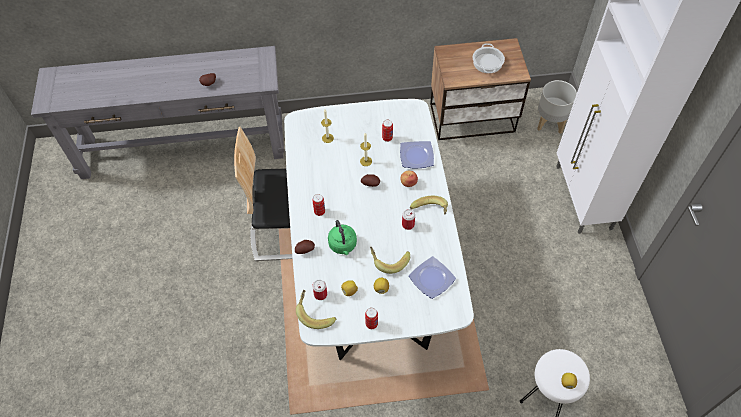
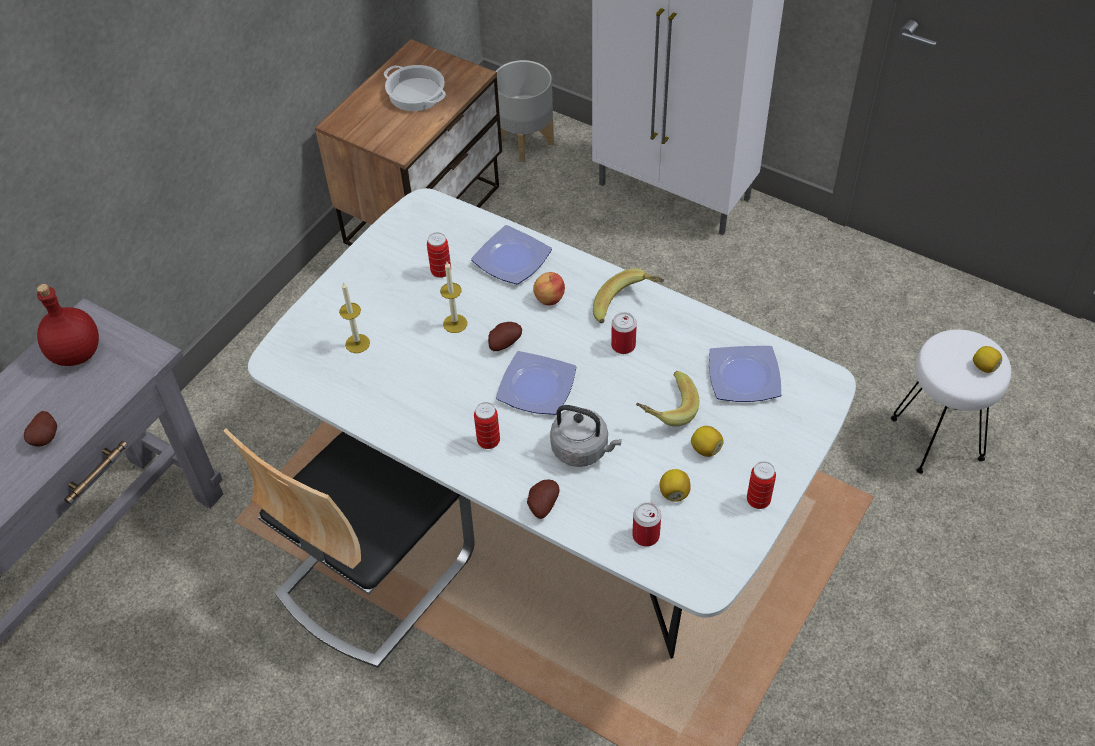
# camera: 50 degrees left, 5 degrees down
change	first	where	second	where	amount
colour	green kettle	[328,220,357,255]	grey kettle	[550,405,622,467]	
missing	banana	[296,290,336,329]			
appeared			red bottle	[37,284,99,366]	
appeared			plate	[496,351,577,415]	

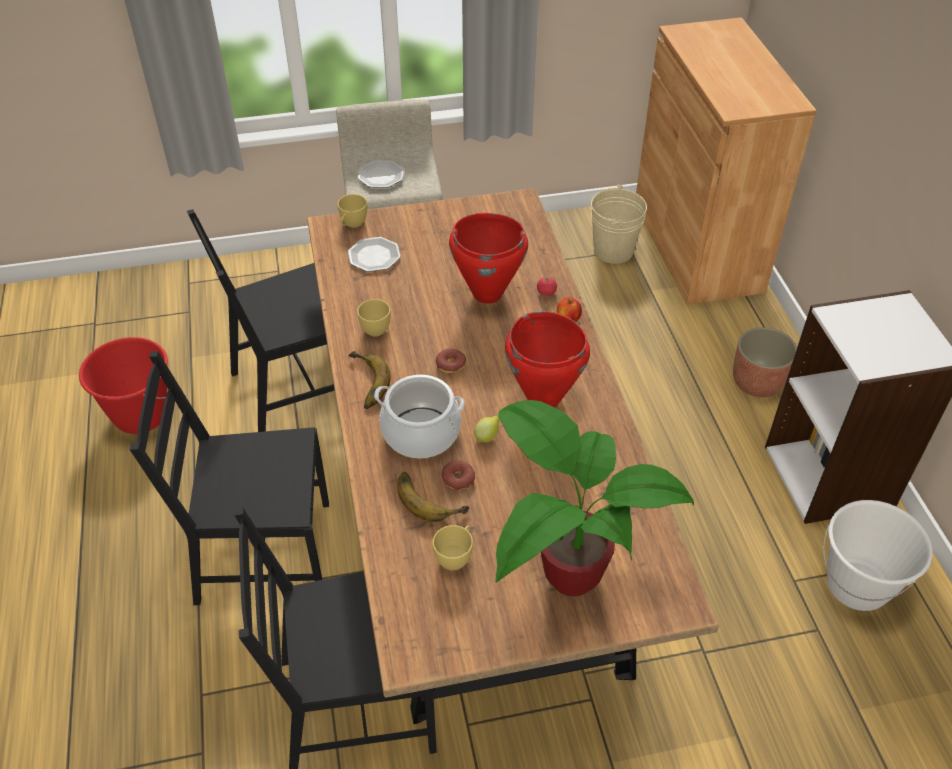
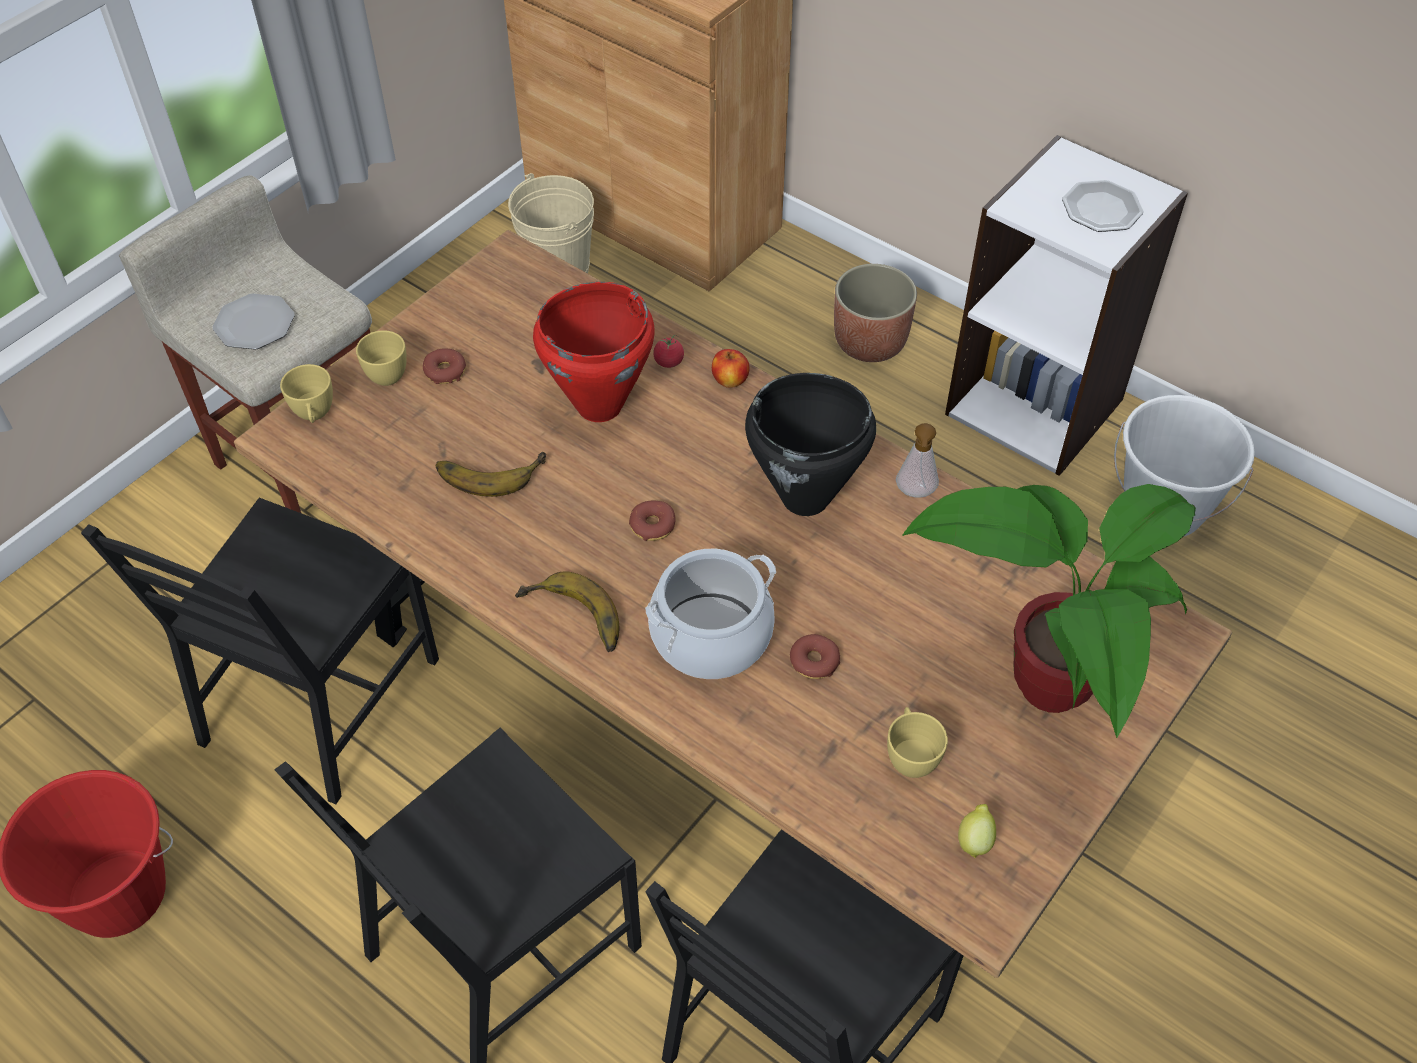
# camera: 40 degrees left, 5 degrees up
change	first	where	second	where	amount
relocated	plate	[348,237,401,272]		[1062,180,1143,232]	
relocated	yellow cup	[357,299,390,337]		[356,330,407,386]	
colour	red cooking pot	[505,311,590,407]	black cooking pot	[745,373,876,516]	
relocated	lemon	[474,416,500,442]		[958,804,996,858]	
relocated	banana	[397,472,470,522]		[435,451,546,497]	
appeared			donut	[423,348,466,384]	
appeared			soap dispenser	[896,423,939,498]	

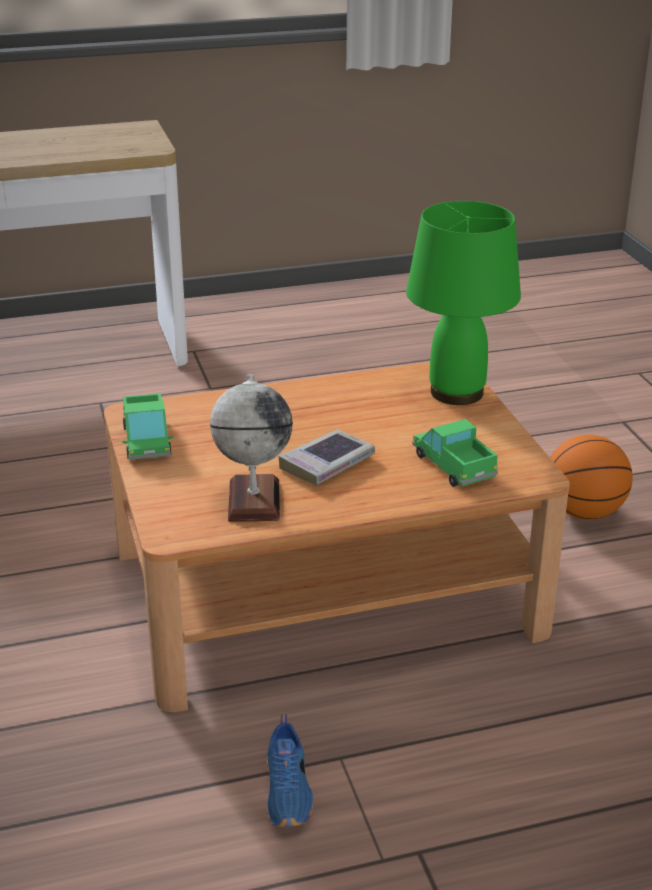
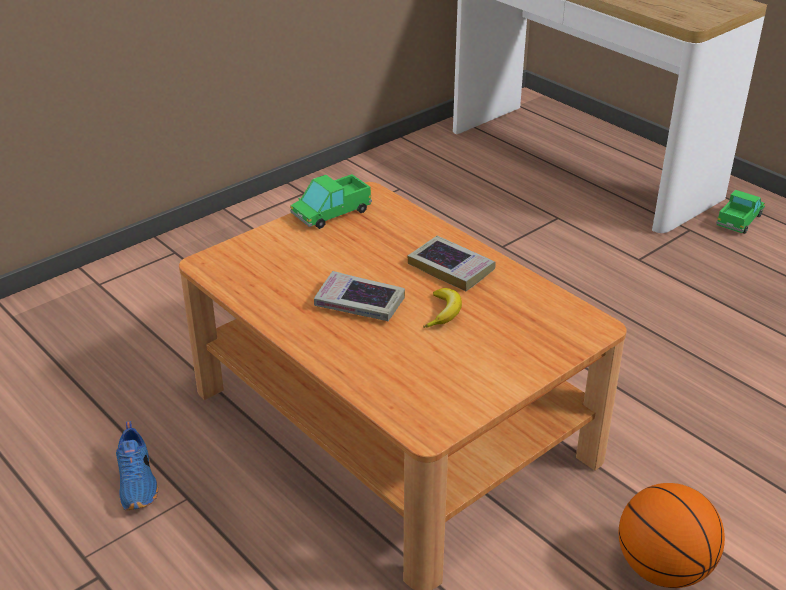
# camera: 65 degrees right, 5 degrees up
change	first	where	second	where	amount
missing	green table lamp	[406,201,521,405]			
missing	globe	[210,375,293,522]			
relocated	toy truck	[412,419,498,487]		[716,190,765,234]	
spun	blue shoe	[266,714,314,827]		[116,421,158,510]	75 degrees counterclockwise
appeared			book	[407,236,496,291]	
appeared			banana	[423,288,462,328]	

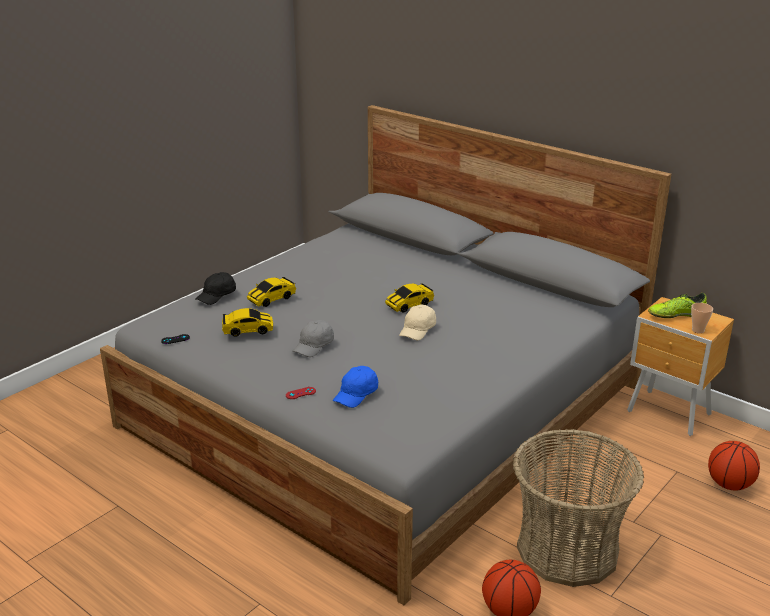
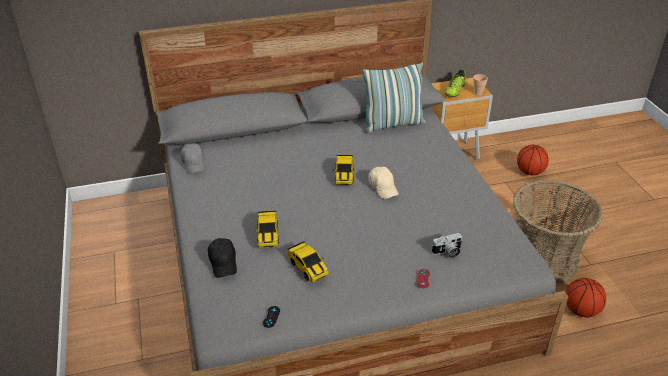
# camera: 55 degrees left, 10 degrees up
change	first	where	second	where	amount
spun	toy car	[222,308,273,337]		[287,241,329,282]	120 degrees clockwise
relocated	grey cap	[292,320,334,357]		[181,144,206,174]	
exchanged	blue cap	[333,366,378,408]	photo camera	[432,233,462,258]	
appeared			pillow	[362,62,425,133]	

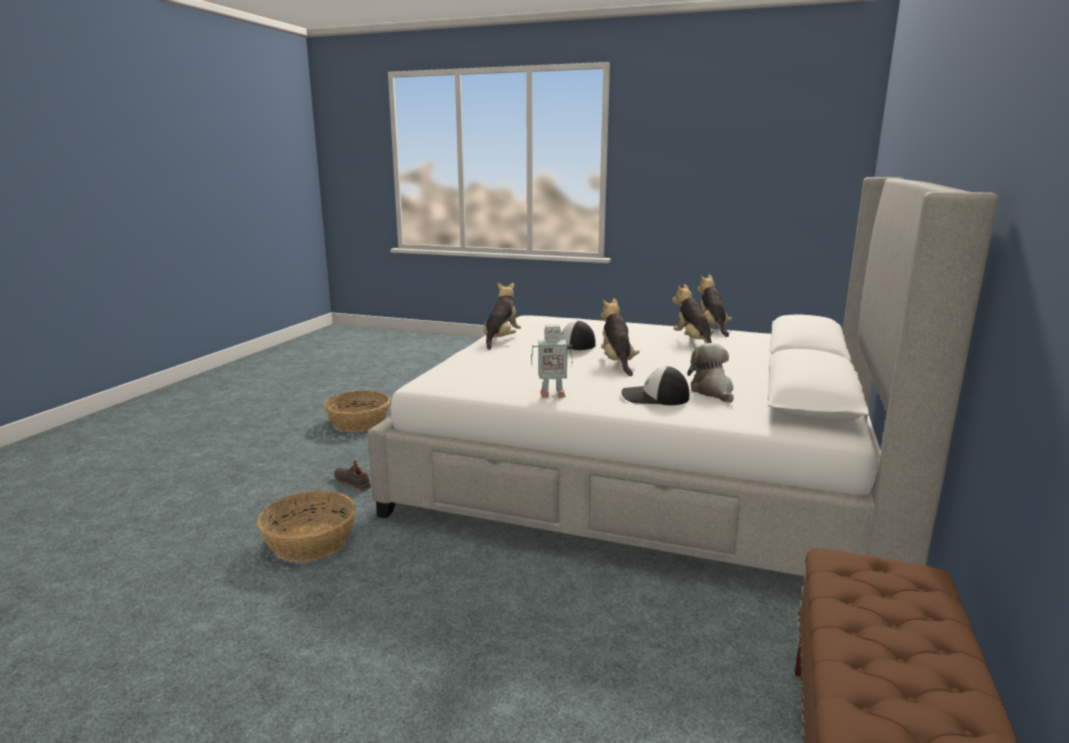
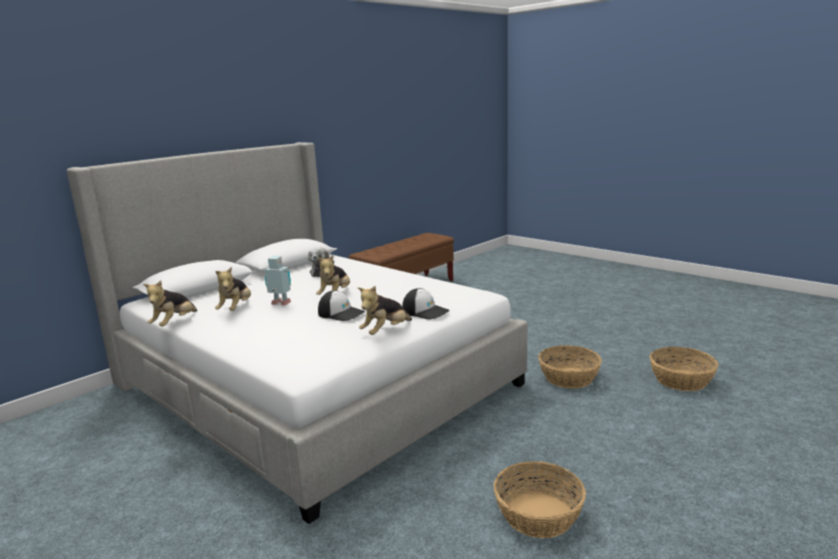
# camera: 155 degrees left, 0 degrees up
change	first	where	second	where	amount
relocated	toy robot	[531,324,573,398]		[265,256,291,305]	
relocated	cap	[621,367,689,405]		[402,288,450,320]	
missing	black shoe	[334,460,371,490]			
appeared			basket	[650,347,718,391]	

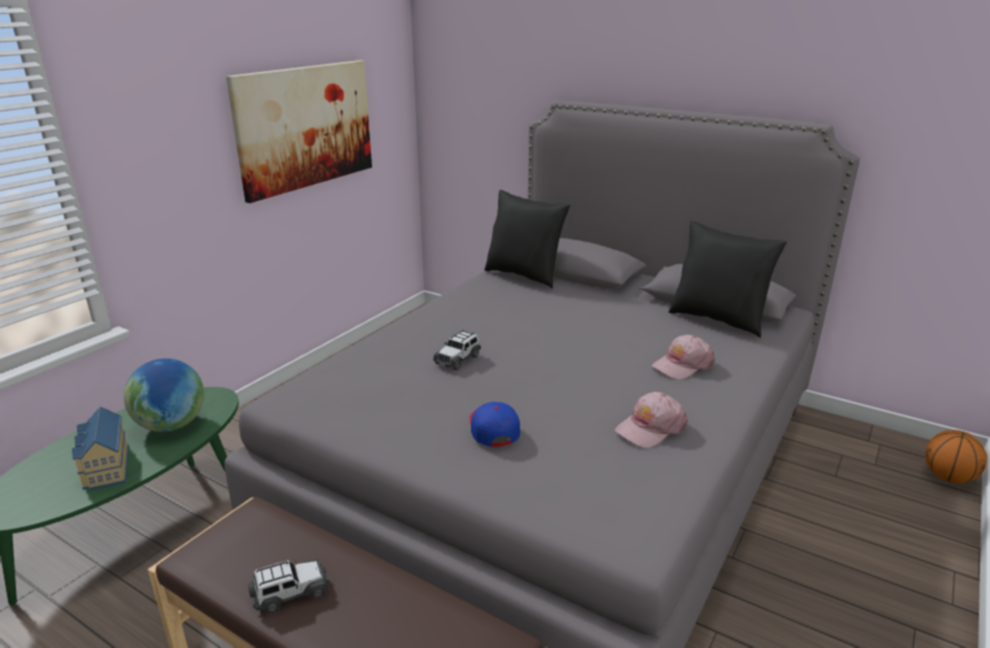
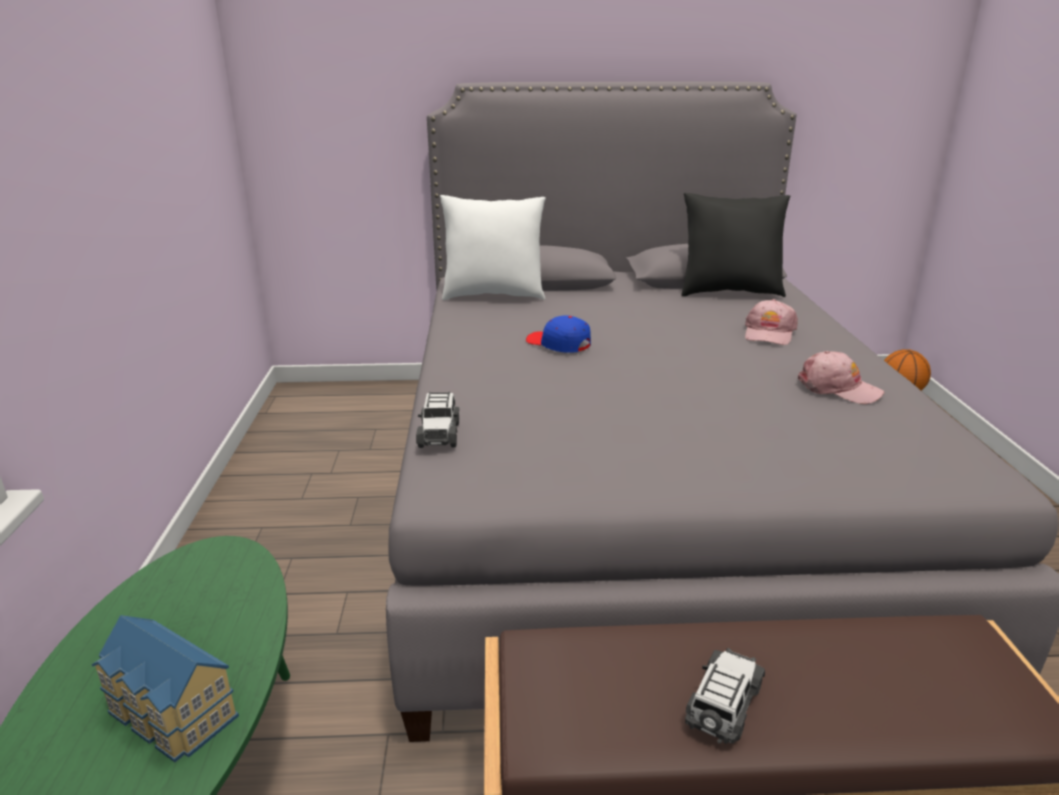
# camera: 35 degrees left, 0 degrees up
change	first	where	second	where	amount
missing	picture	[226,60,372,203]			
colour	black pillow	[484,190,571,288]	white pillow	[440,195,546,300]	
relocated	toy car	[433,330,481,371]		[416,392,459,448]	
missing	globe	[124,358,204,432]			
spun	pink cap	[615,392,688,448]		[798,351,884,404]	75 degrees counterclockwise
relocated	blue cap	[469,402,520,447]		[526,315,591,353]	

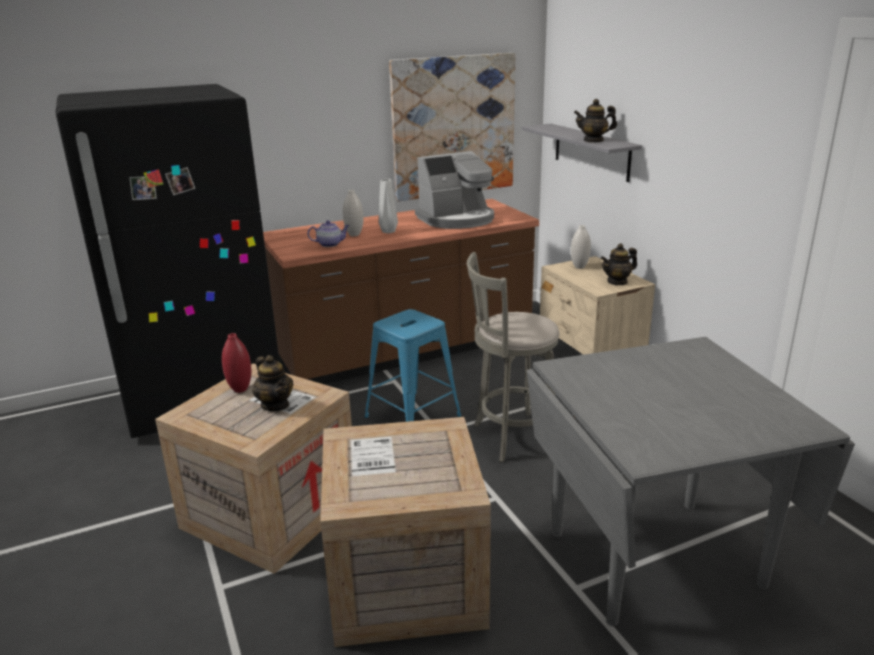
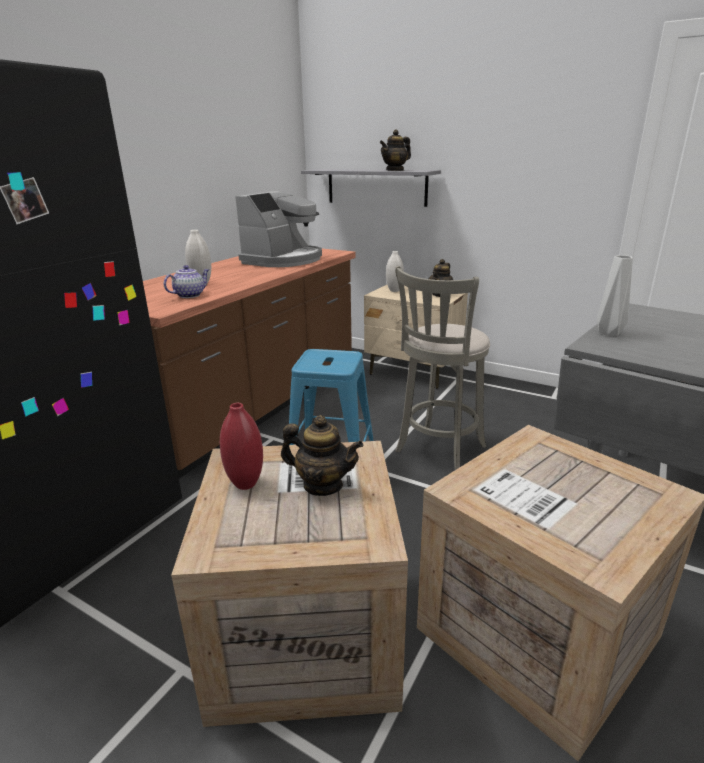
# camera: 35 degrees left, 0 degrees up
change	first	where	second	where	amount
missing	picture	[389,53,515,202]			
relocated	grey vase	[379,179,398,234]		[597,255,633,336]	

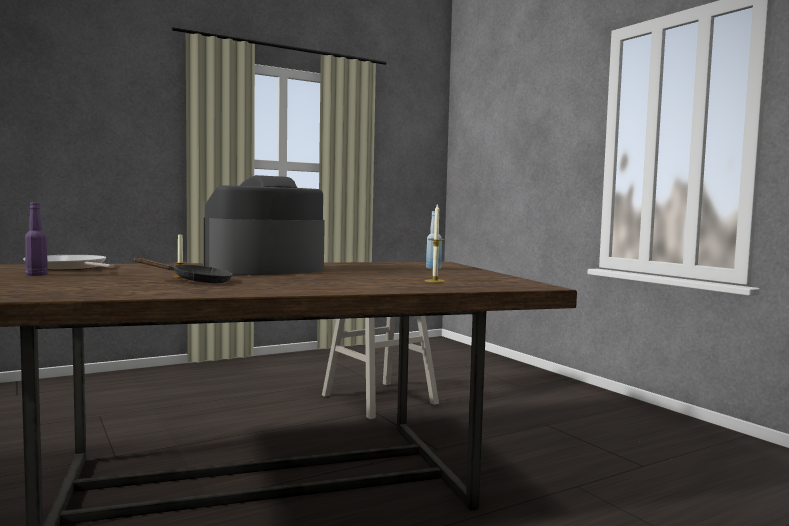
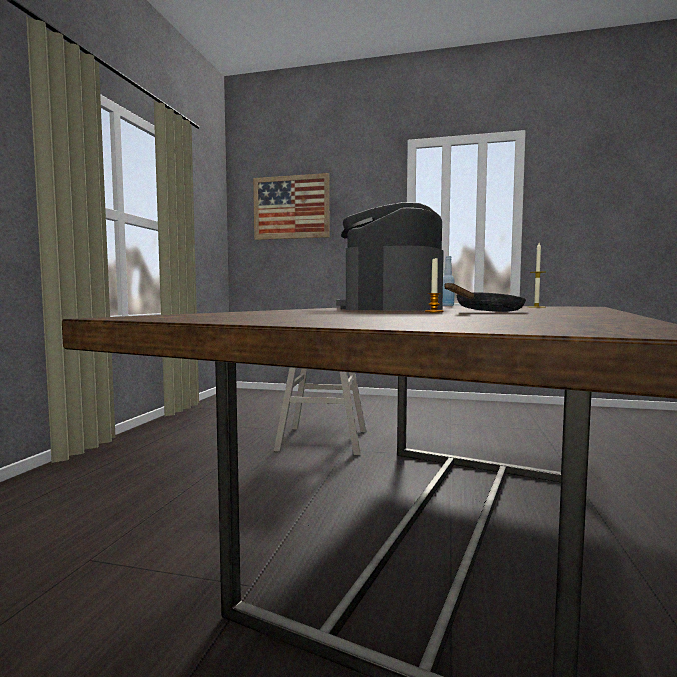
# camera: 45 degrees left, 0 degrees up
change	first	where	second	where	amount
missing	purple bottle	[25,203,48,276]			
missing	frying pan	[24,255,114,270]			
appeared			picture	[253,173,330,240]	

